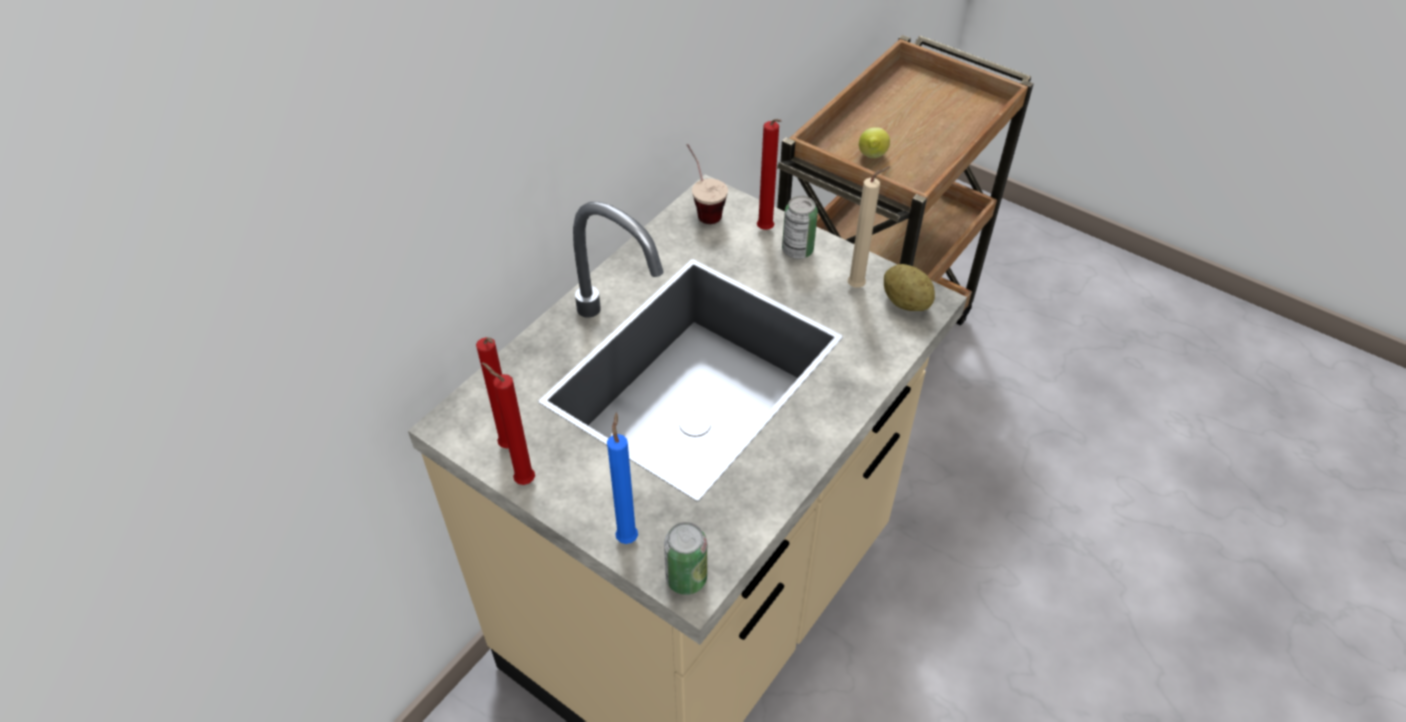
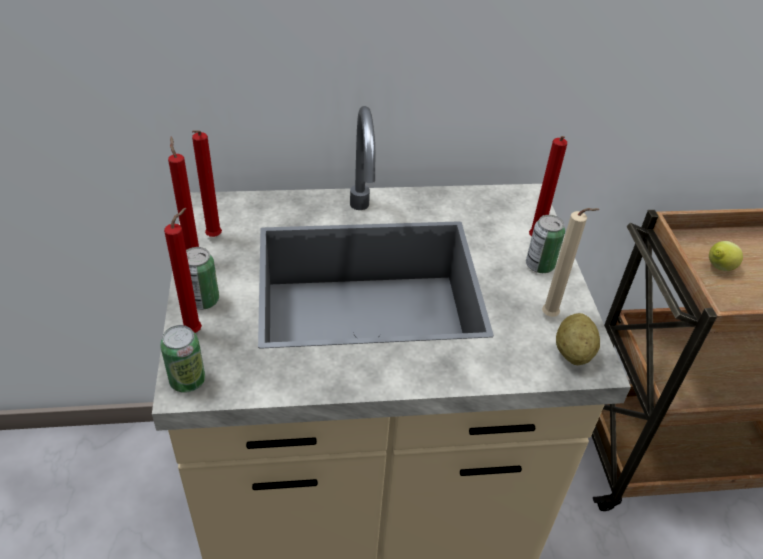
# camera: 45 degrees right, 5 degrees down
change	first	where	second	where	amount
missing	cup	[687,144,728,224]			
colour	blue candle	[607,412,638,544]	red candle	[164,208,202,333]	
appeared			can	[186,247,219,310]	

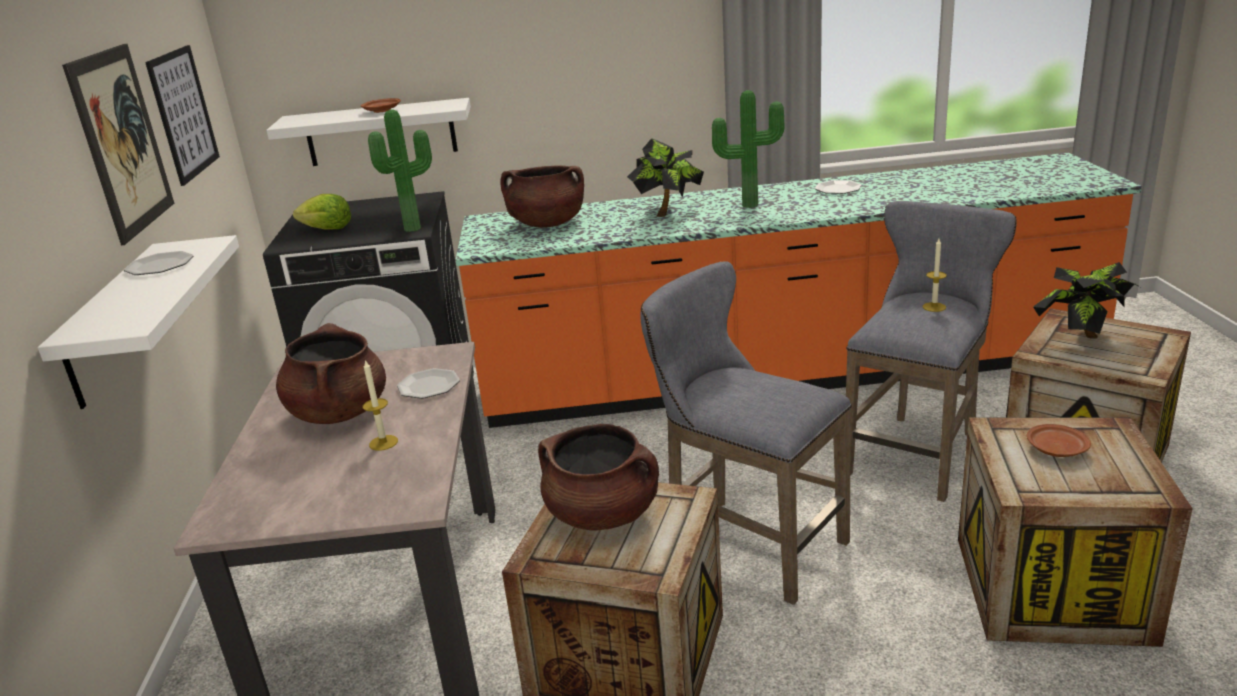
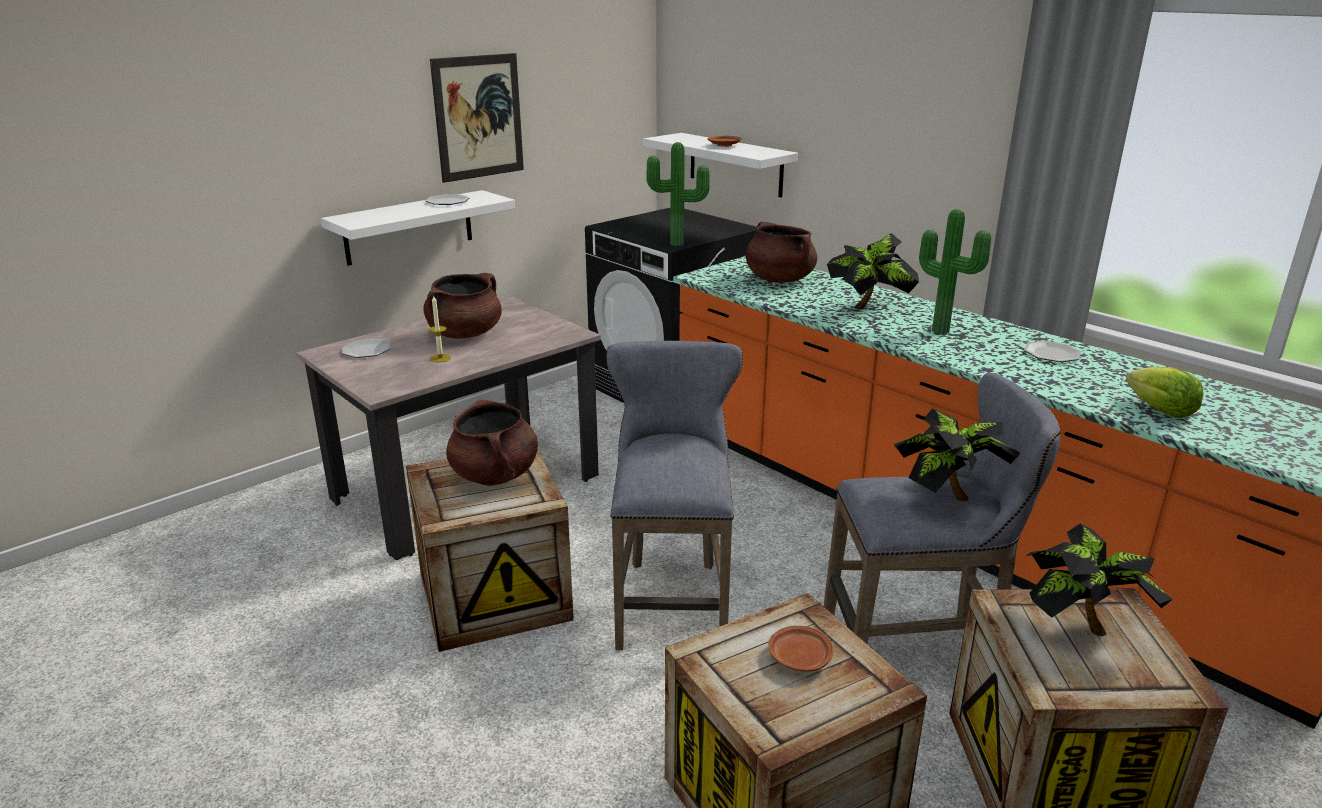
# camera: 50 degrees right, 0 degrees up
change	first	where	second	where	amount
missing	picture	[145,45,220,186]			
relocated	lettuce	[293,194,351,230]		[1126,367,1204,418]	
exchanged	candle	[923,239,947,312]	potted plant	[894,409,1020,501]	
relocated	plate	[397,368,460,399]		[342,339,390,358]	

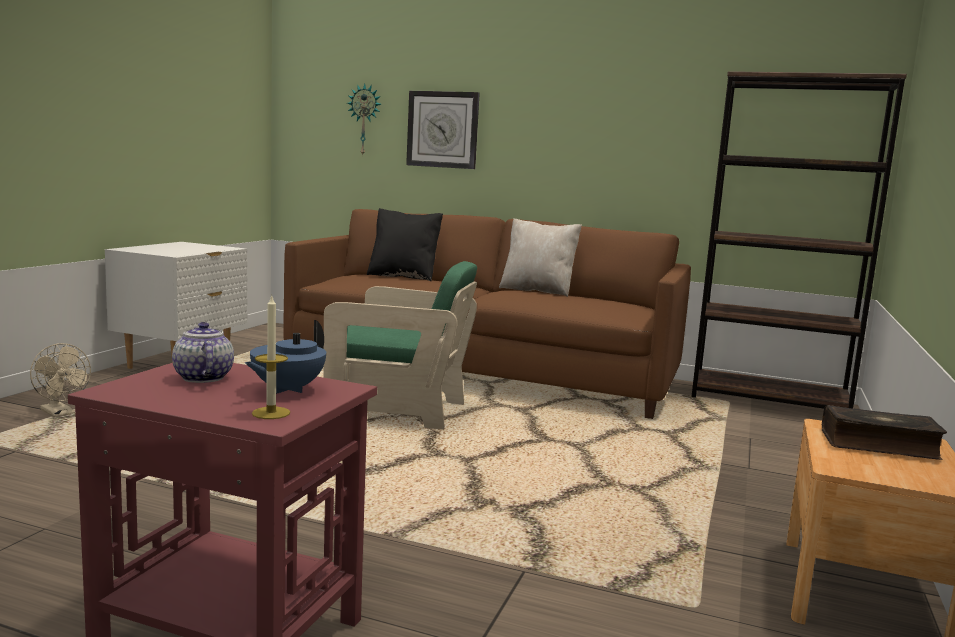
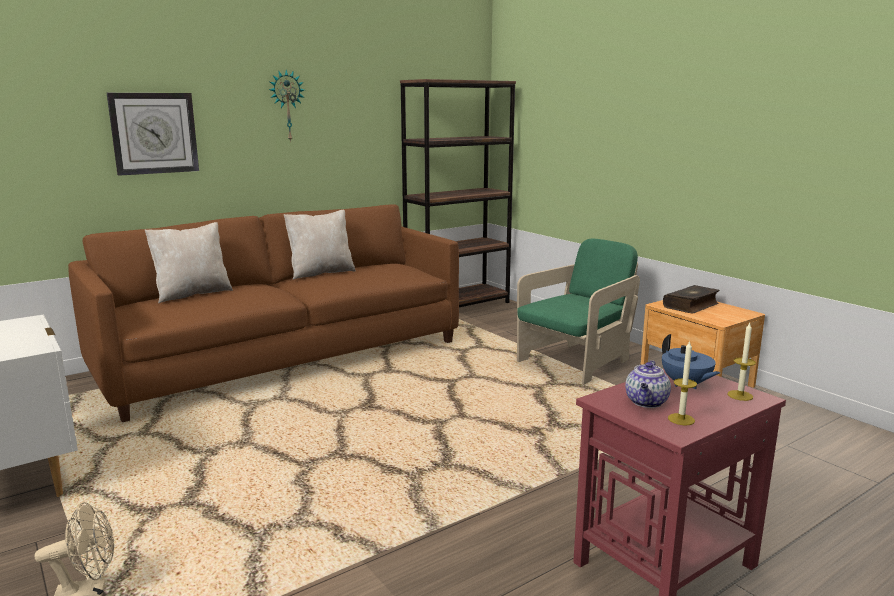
# camera: 55 degrees left, 5 degrees up
change	first	where	second	where	amount
relocated	wall clock	[347,84,381,156]		[269,70,305,142]	
colour	black pillow	[367,208,443,281]	beige pillow	[145,222,233,303]	
relocated	green armchair	[323,261,477,430]		[517,239,640,385]	
spun	teapot	[172,322,234,383]		[625,361,671,408]	75 degrees counterclockwise
appeared			candle	[668,340,697,425]	

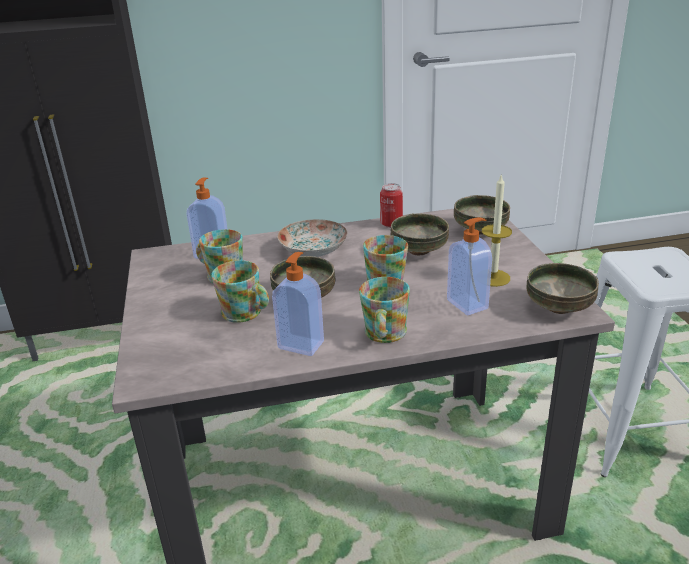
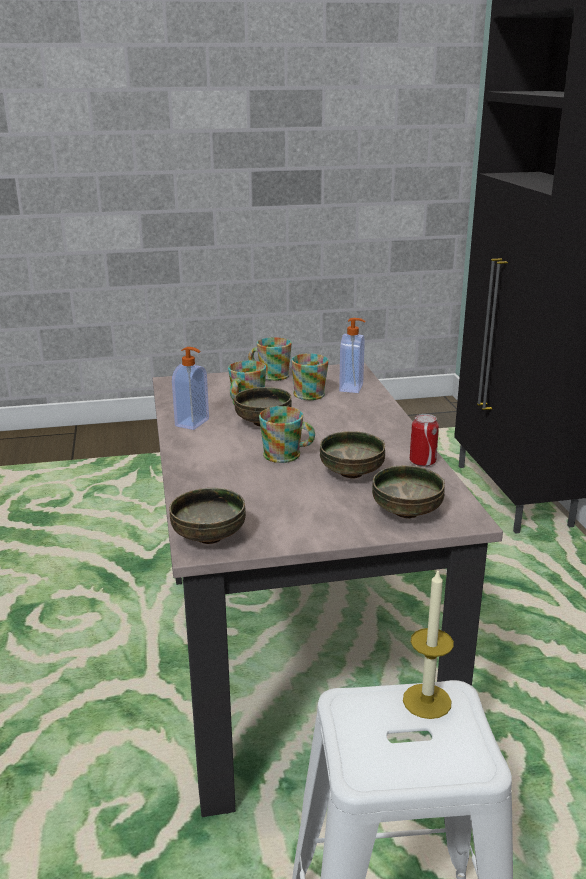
# camera: 90 degrees right, 5 degrees down
change	first	where	second	where	amount
relocated	candle	[482,173,512,287]		[403,571,454,719]	
missing	soap dispenser	[447,217,492,315]			
missing	plate	[277,219,347,257]			
relocated	mug	[359,277,410,343]		[248,337,292,381]	

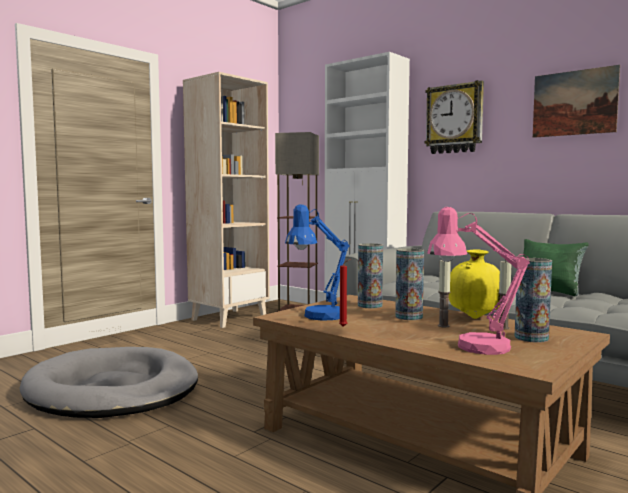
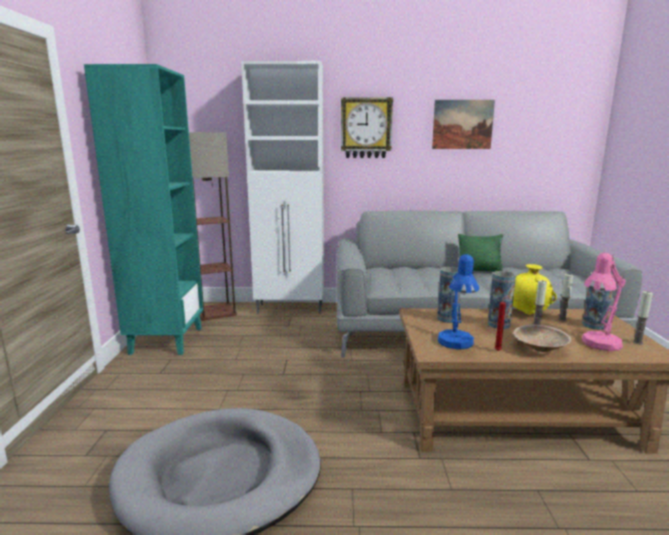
# camera: 40 degrees left, 10 degrees up
change	first	where	second	where	amount
colour	beige bookcase	[183,72,270,328]	turquoise bookcase	[84,64,203,355]	
appeared			candle	[632,291,653,345]	
appeared			beige bowl	[513,324,571,352]	

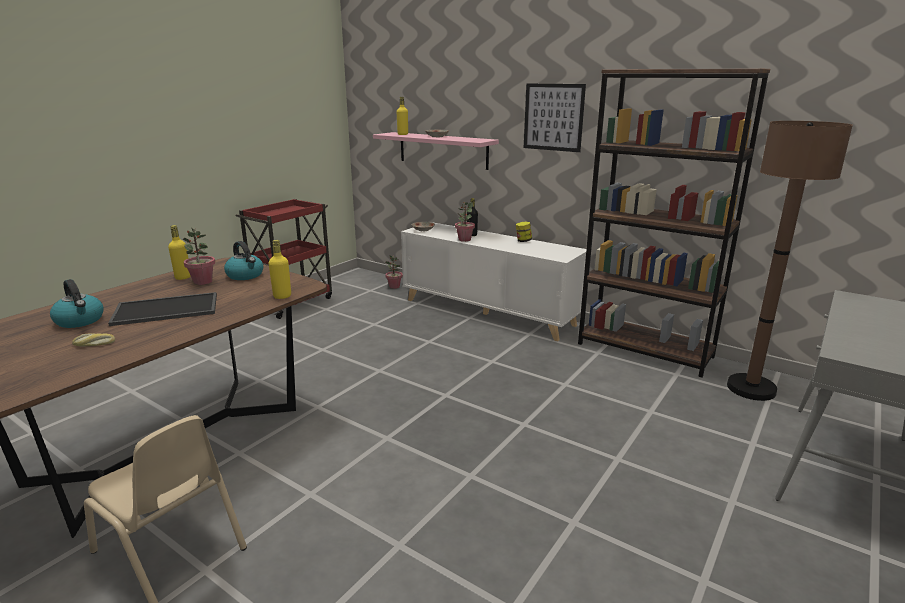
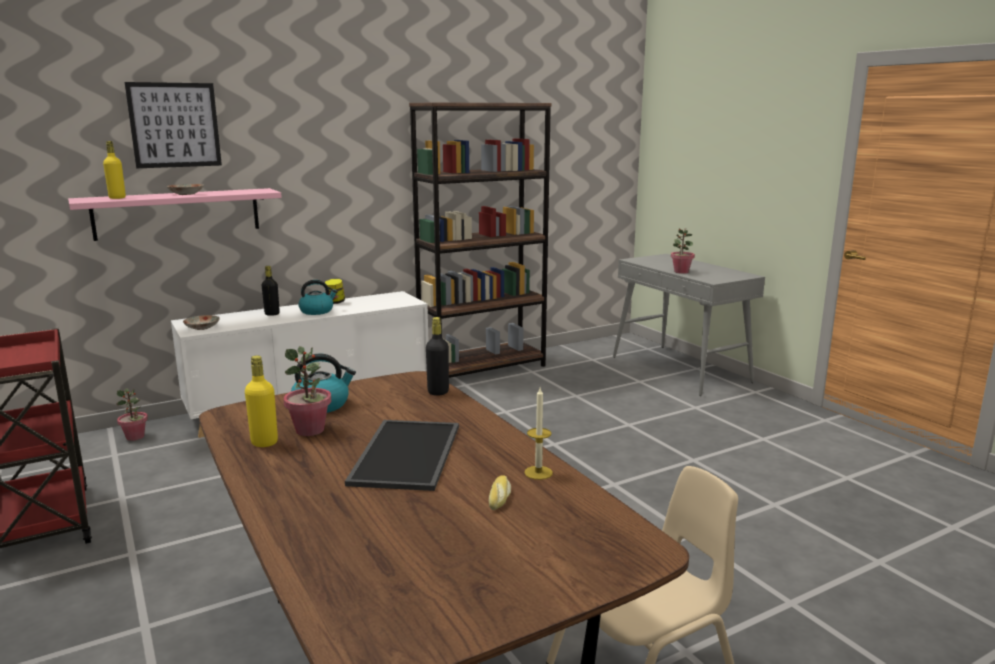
# camera: 65 degrees left, 5 degrees down
change	first	where	second	where	amount
relocated	picture	[524,84,586,152]		[124,82,222,168]	
missing	brown floor lamp	[727,121,853,401]			
relocated	potted plant	[455,202,475,242]		[671,228,695,274]	
colour	yellow bottle	[268,240,291,299]	black bottle	[426,317,449,396]	
relocated	kettle	[50,279,104,328]		[299,280,338,315]	
appeared			candle	[524,388,553,480]	

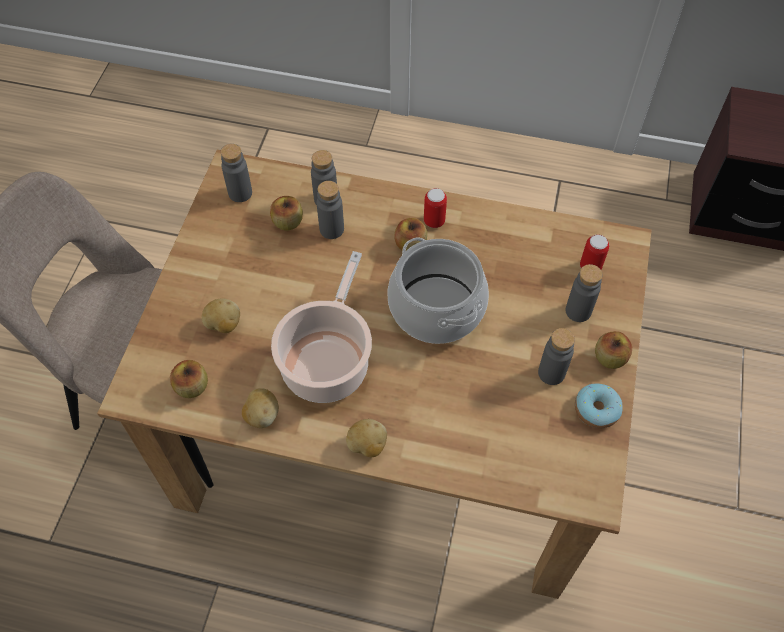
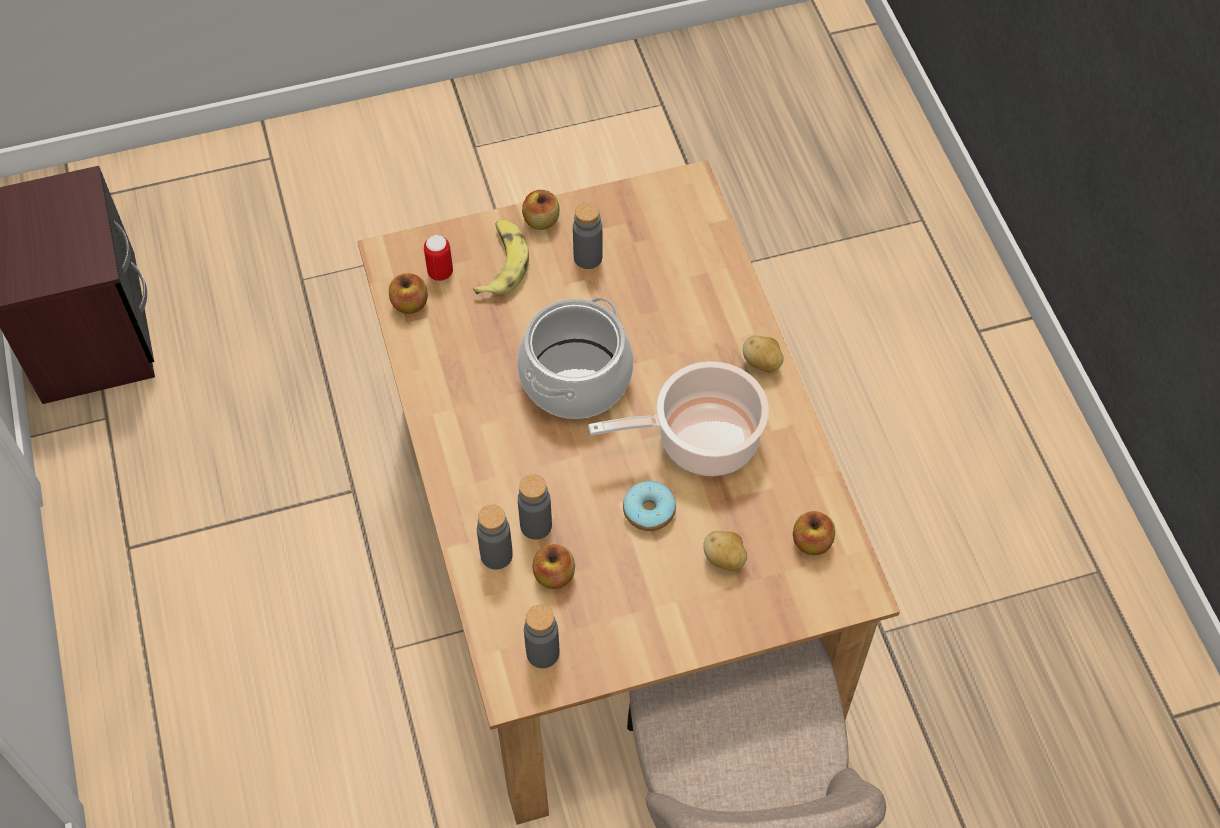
# camera: 120 degrees left, 0 degrees up
change	first	where	second	where	amount
missing	can	[424,188,447,228]			
relocated	apple	[394,218,427,250]		[389,273,428,314]	
exchanged	grey bottle	[565,264,602,322]	banana	[473,219,529,294]	
relocated	donut	[575,383,623,428]		[623,481,676,531]	
missing	potato	[242,388,279,428]			

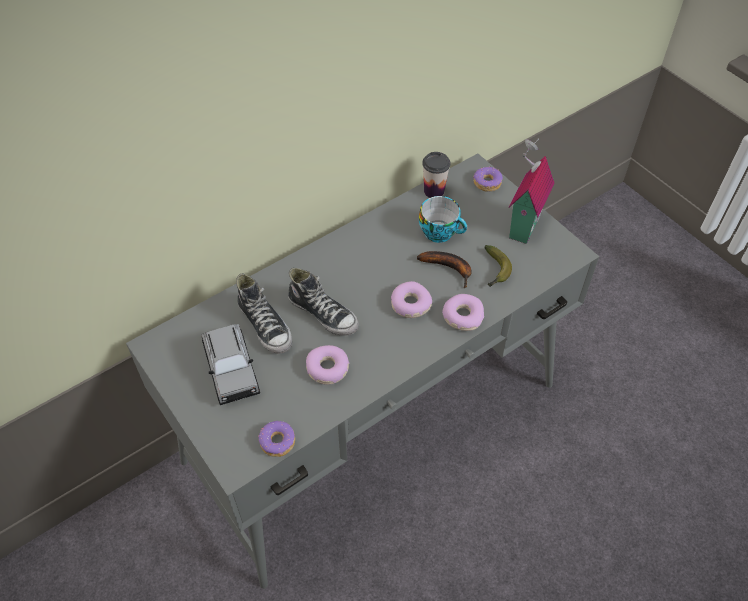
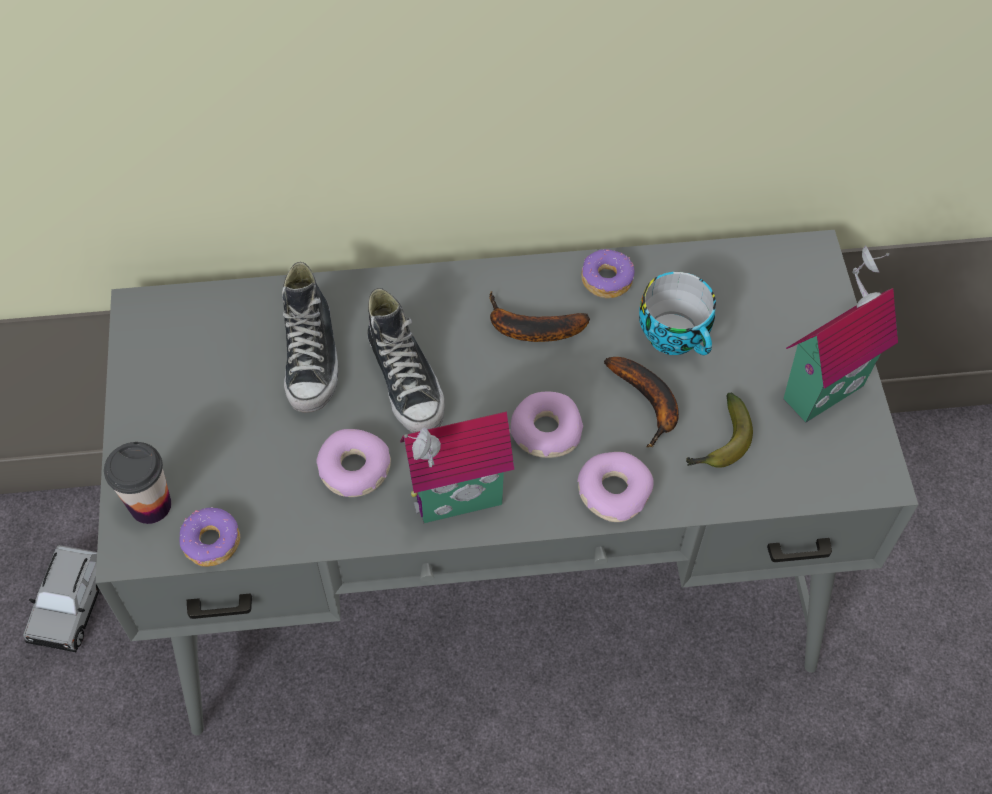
# camera: 30 degrees right, 5 degrees up
change	first	where	second	where	amount
relocated	cup	[422,152,450,198]		[104,442,171,524]	
relocated	donut	[473,166,503,192]		[581,249,635,298]	
relocated	grey toy car	[201,324,260,405]		[23,545,100,652]	
appeared			banana	[489,291,590,342]	
appeared			toy house	[400,412,514,523]	

